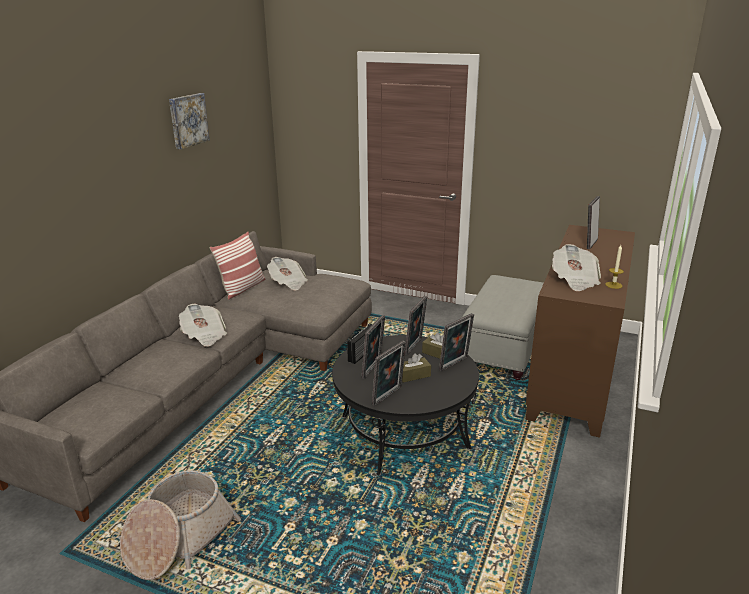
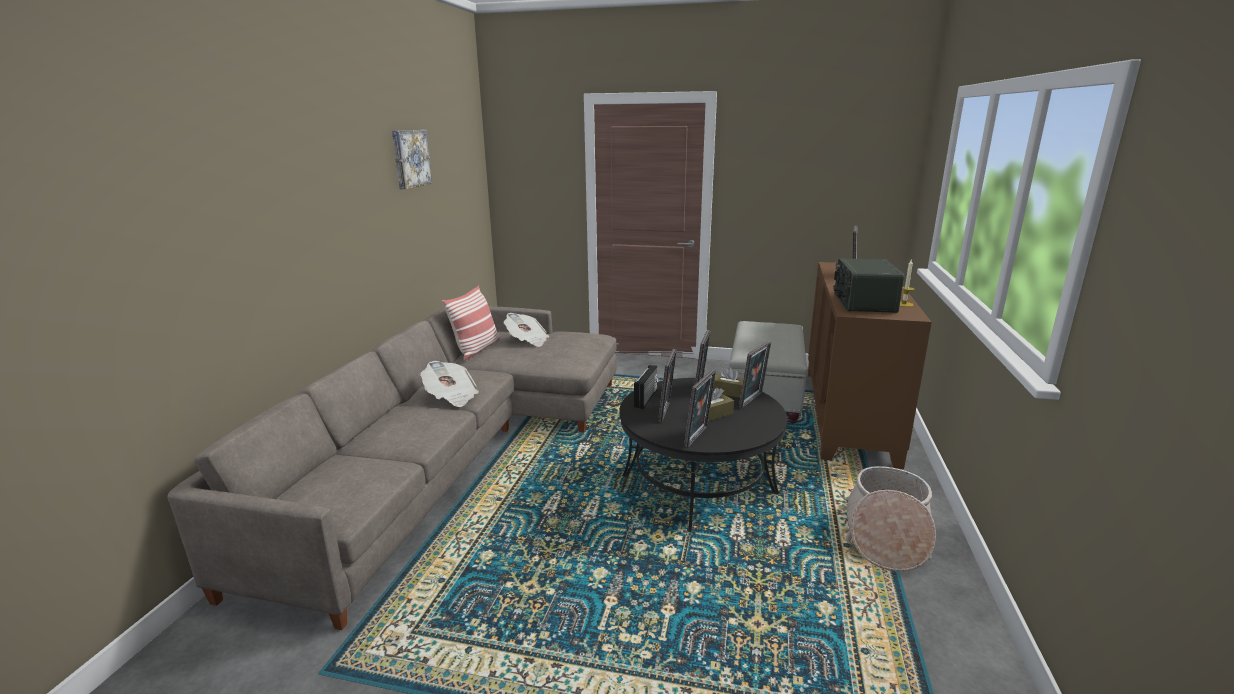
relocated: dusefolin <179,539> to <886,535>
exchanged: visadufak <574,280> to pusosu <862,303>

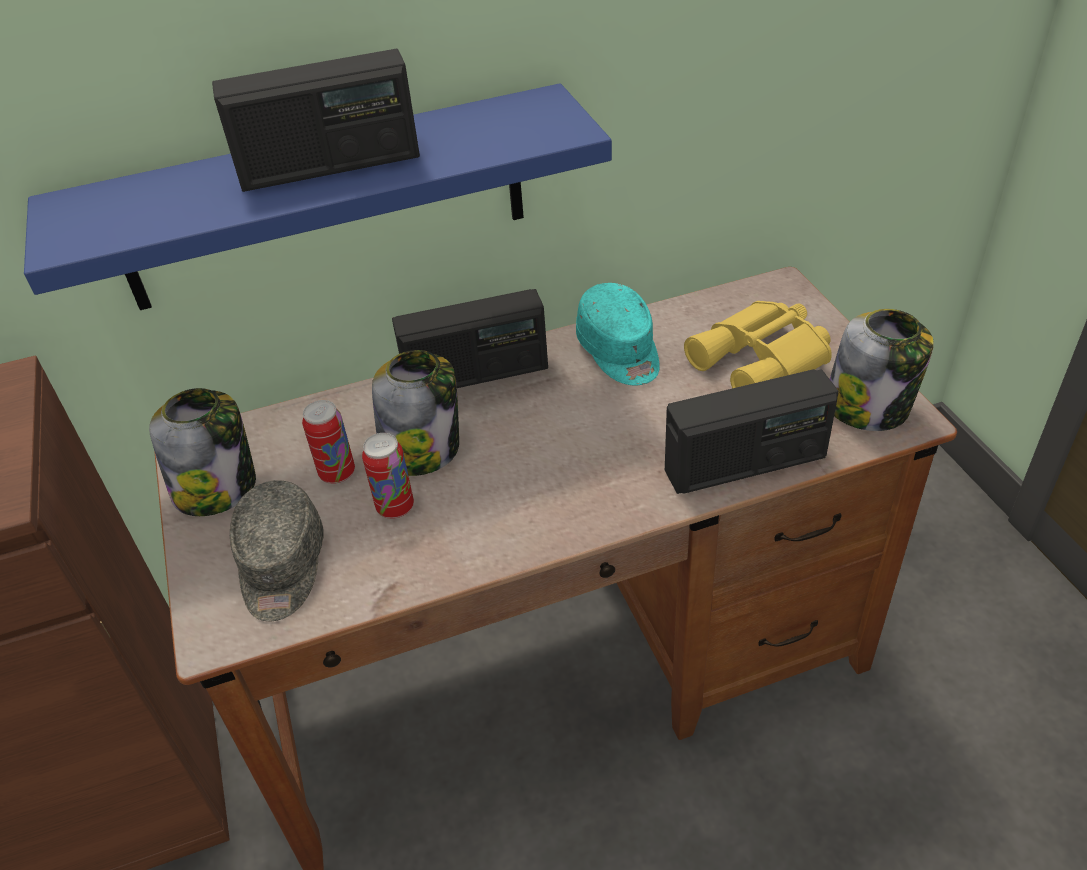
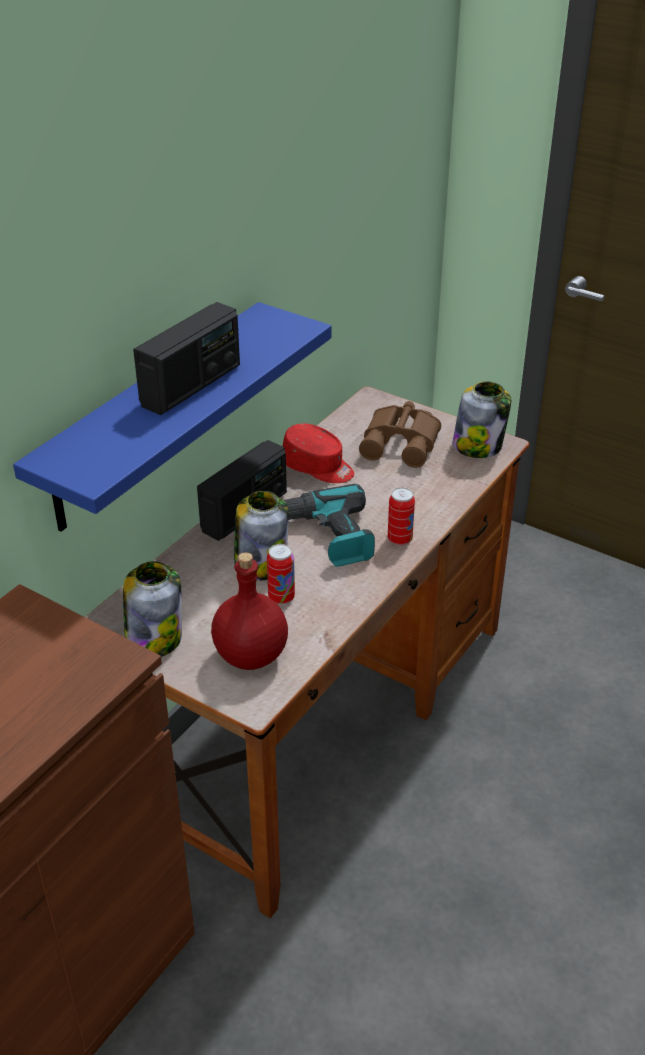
missing: pusosu <745,464>
appeared: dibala <328,536>
relocated: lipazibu <337,473> to <399,539>
exchanged: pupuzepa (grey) <282,566> to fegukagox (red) <250,655>
colour: pupuzepa (turquoise) <620,352> to pupuzepa (red) <318,467>; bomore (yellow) <763,361> to bomore (brown) <402,442>

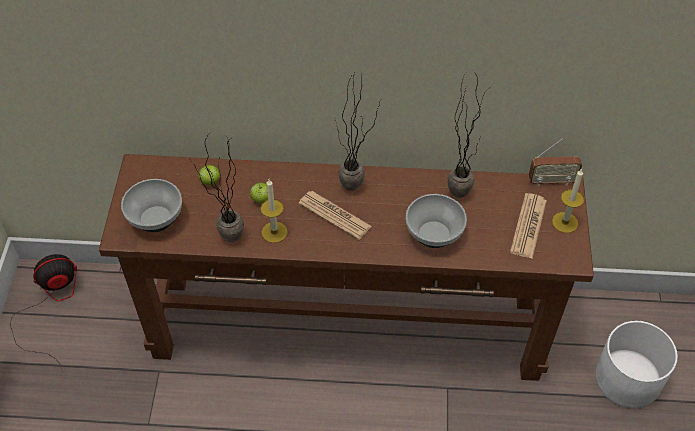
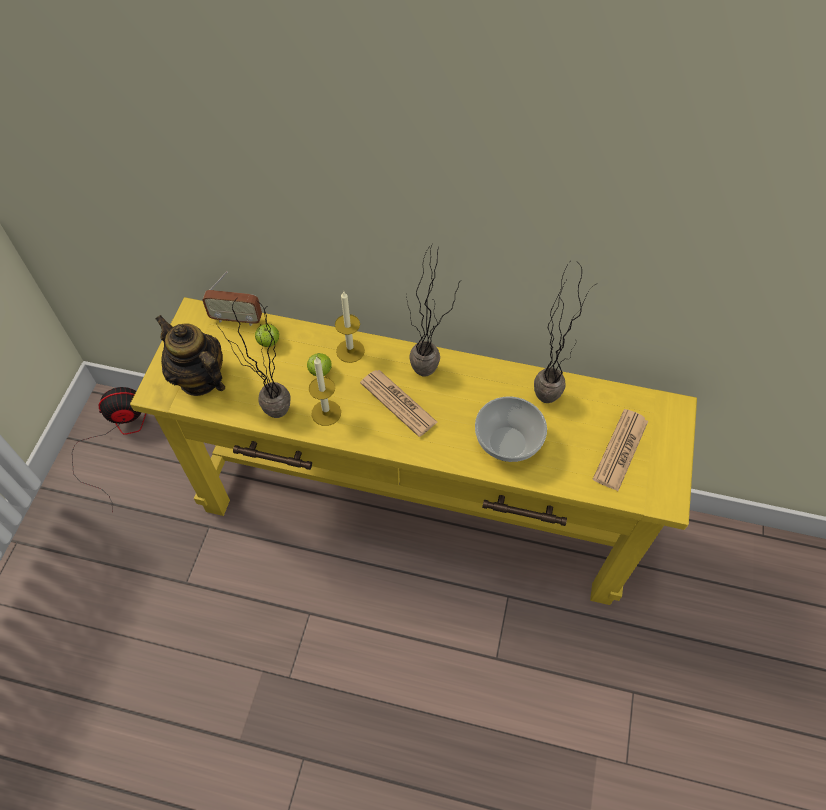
missing: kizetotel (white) <628,378>
relocated: pusosu <551,181> to <236,319>; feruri <565,222> to <350,351>
exchanged: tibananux <156,220> to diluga <199,378>
colour: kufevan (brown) <347,327> to kufevan (yellow) <414,509>

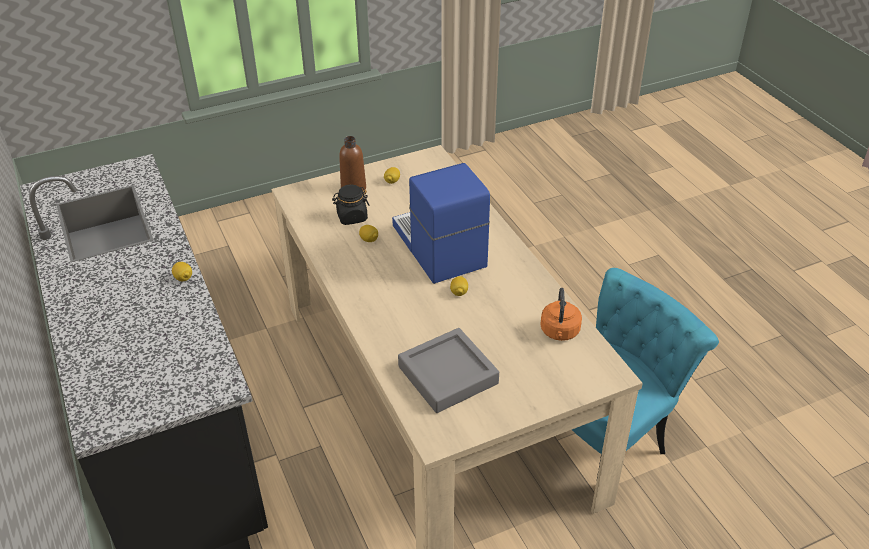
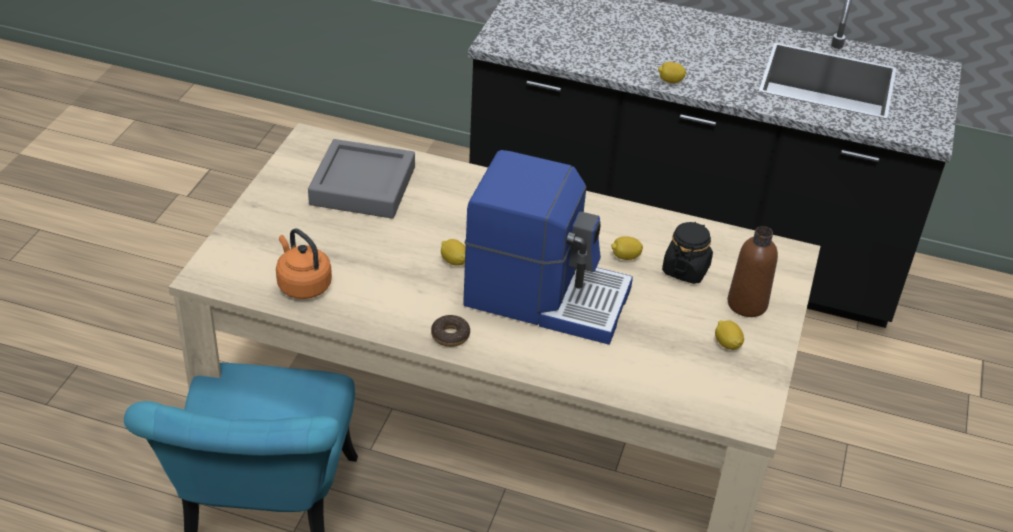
appeared: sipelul <450,335>

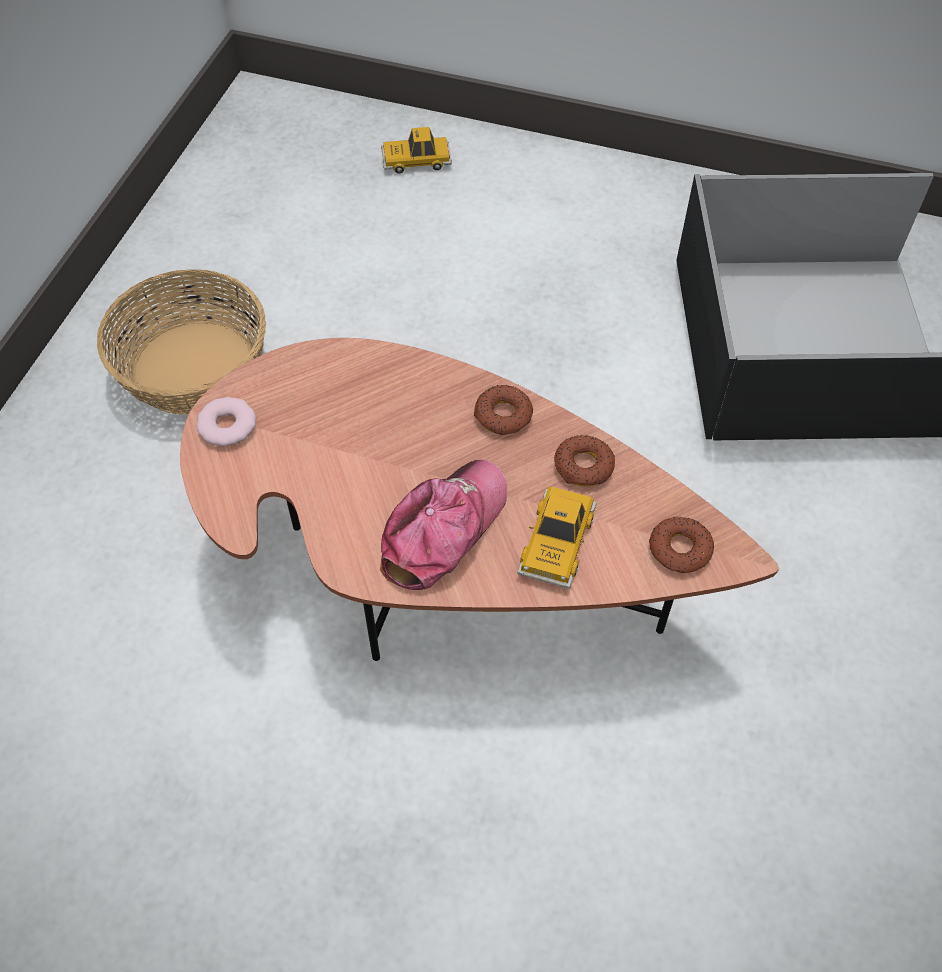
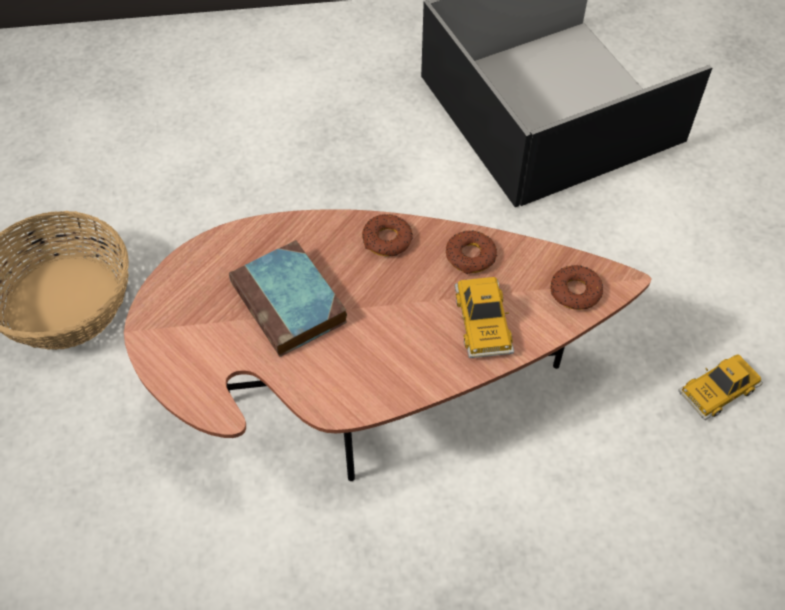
missing: sipelul <227,426>; pupuzepa <443,529>
appeared: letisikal <291,304>
relocated: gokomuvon <416,160> to <718,391>

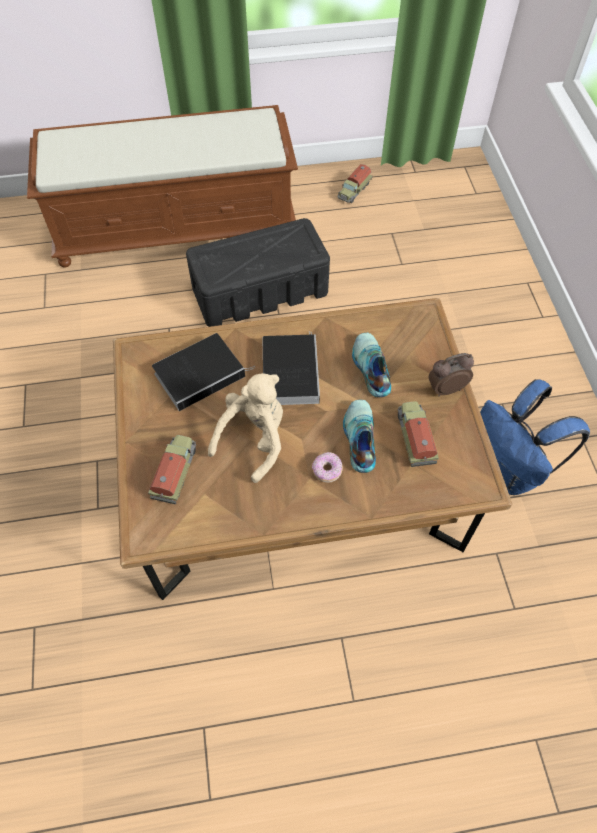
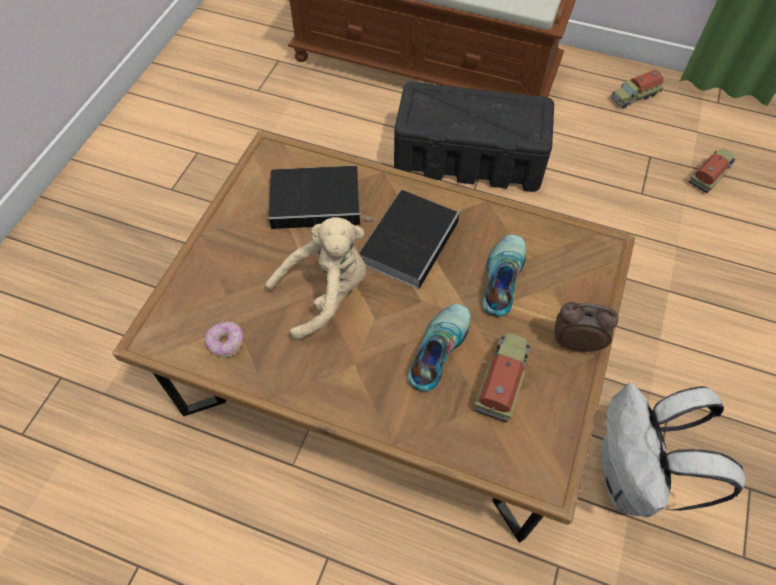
relocated: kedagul <175,472> to <710,175>; sipelul <327,470> to <226,343>
colour: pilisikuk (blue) <509,470> to pilisikuk (white) <632,479>

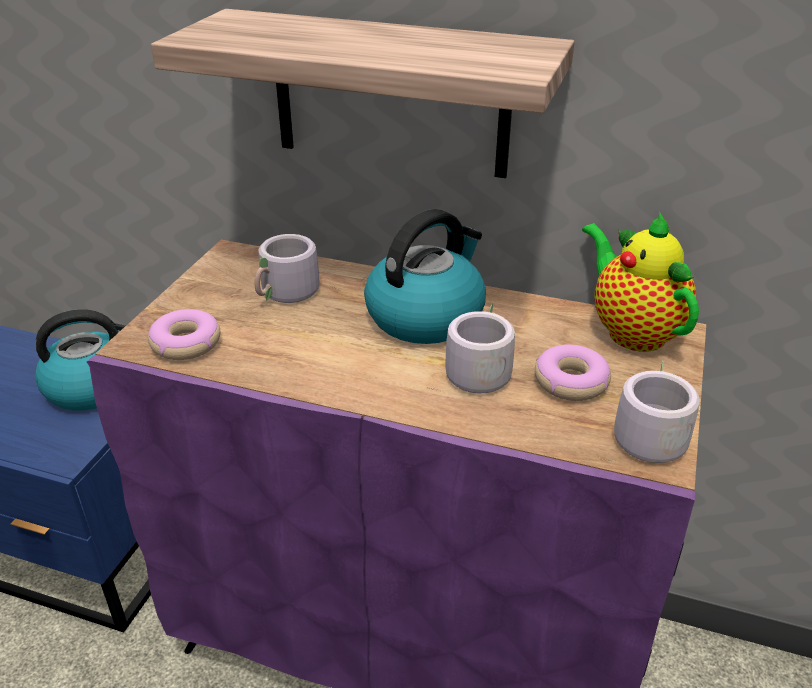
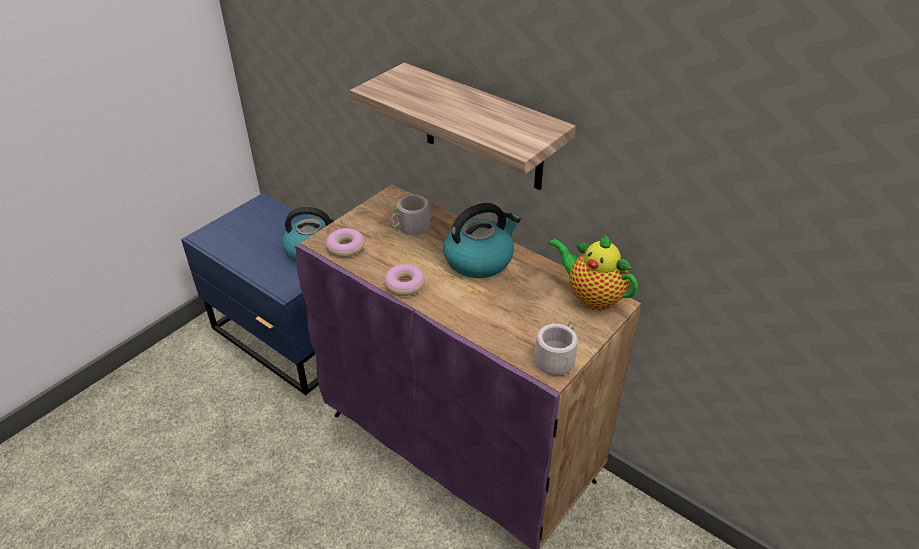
missing: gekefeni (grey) <476,370>
relocated: sipelul <571,381> to <405,285>
spun: diluga <631,331> = <591,296> 45 degrees counterclockwise

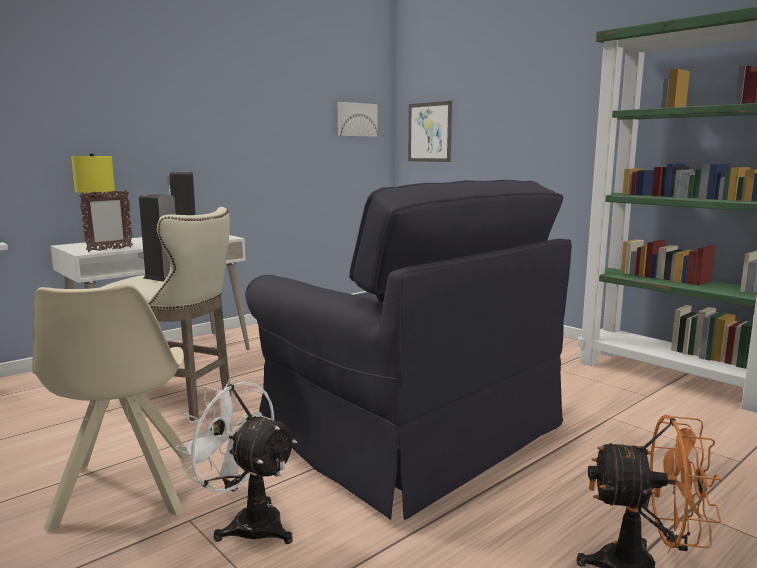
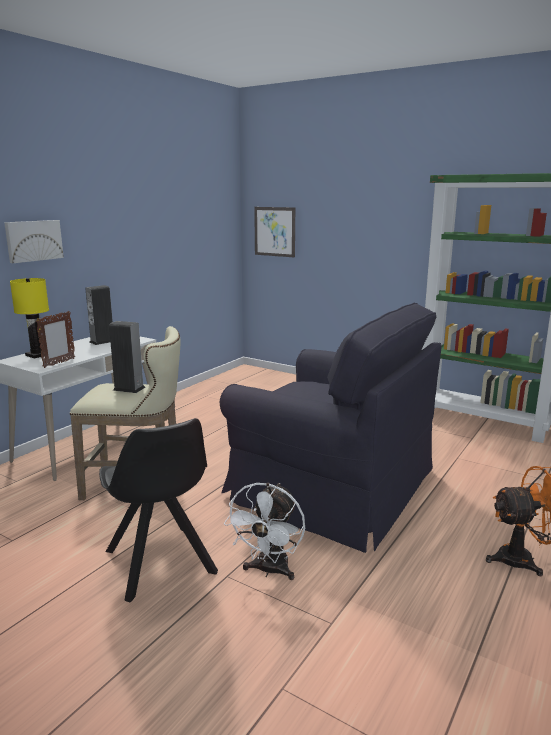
relocated: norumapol <356,119> to <33,240>
colour: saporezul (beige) <123,492> to saporezul (black) <161,564>
spun: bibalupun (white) <247,523> = <269,571> 90 degrees counterclockwise

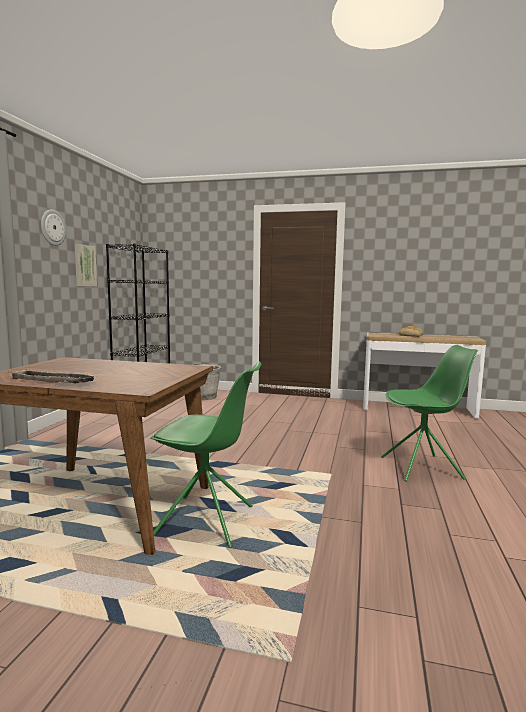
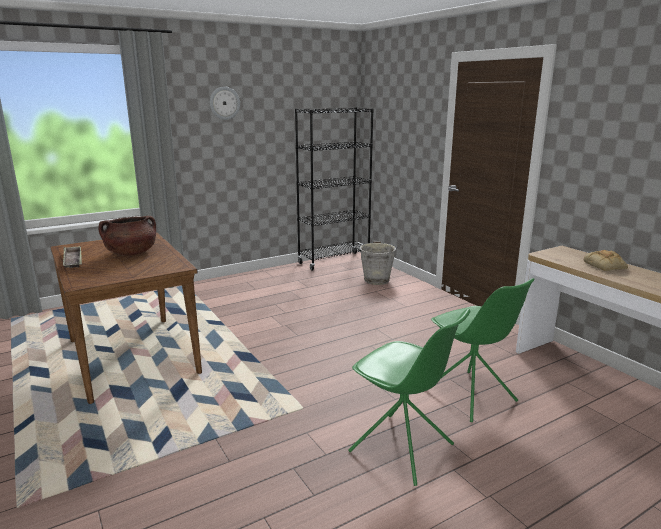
missing: norumapol <84,265>
appeared: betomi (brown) <131,253>
relocated: saporezul (green) <207,521> to <471,396>

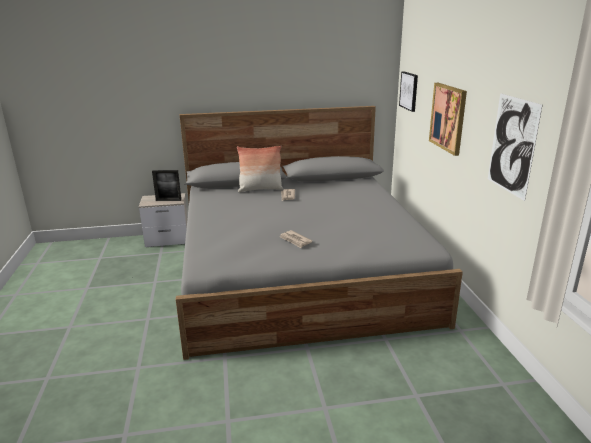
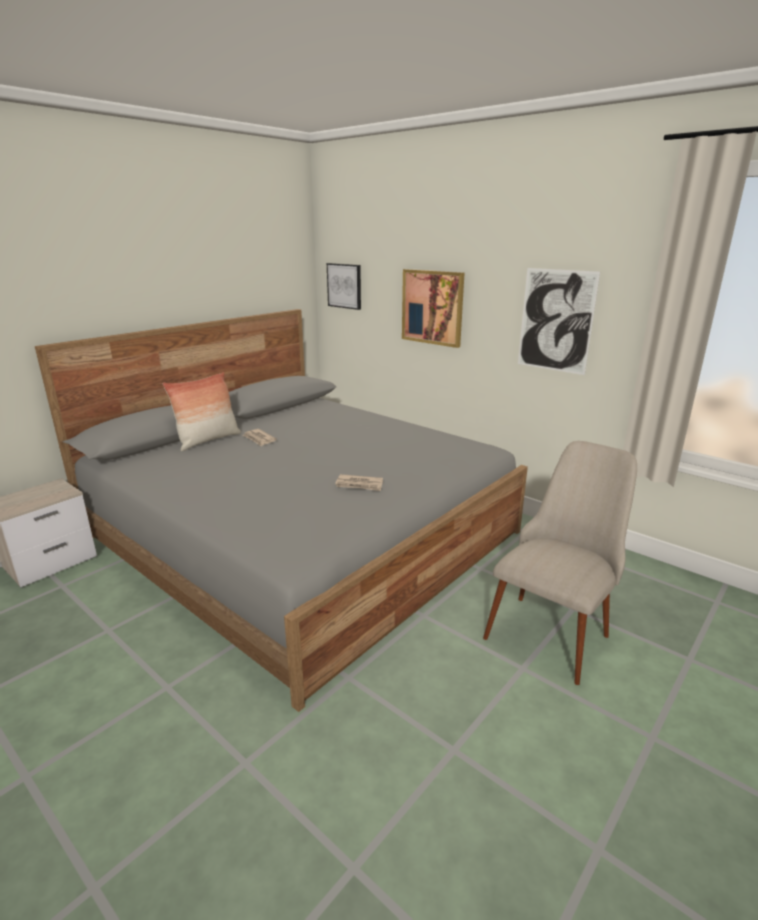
missing: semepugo <168,200>
appeared: saporezul (beige) <554,626>

